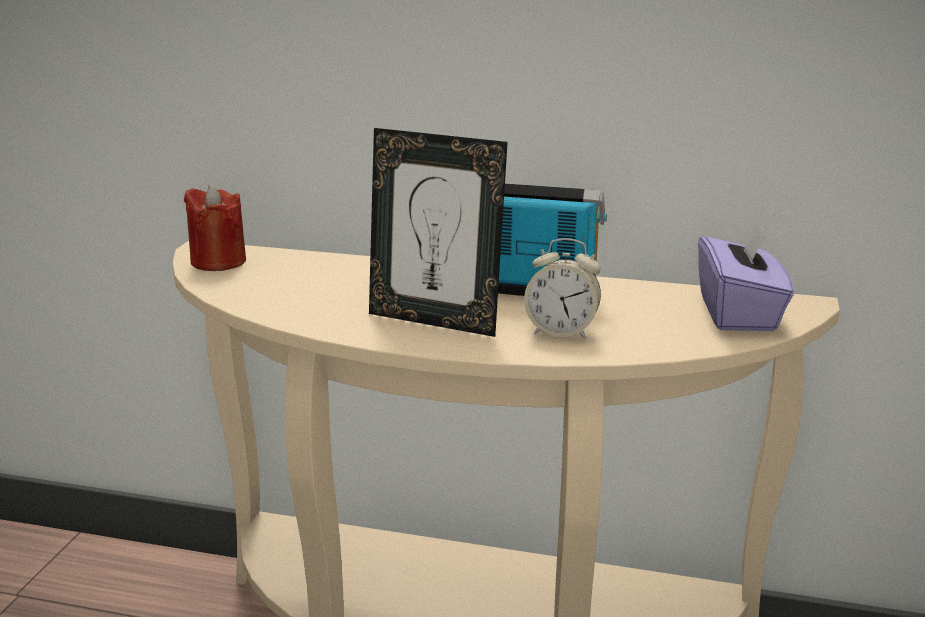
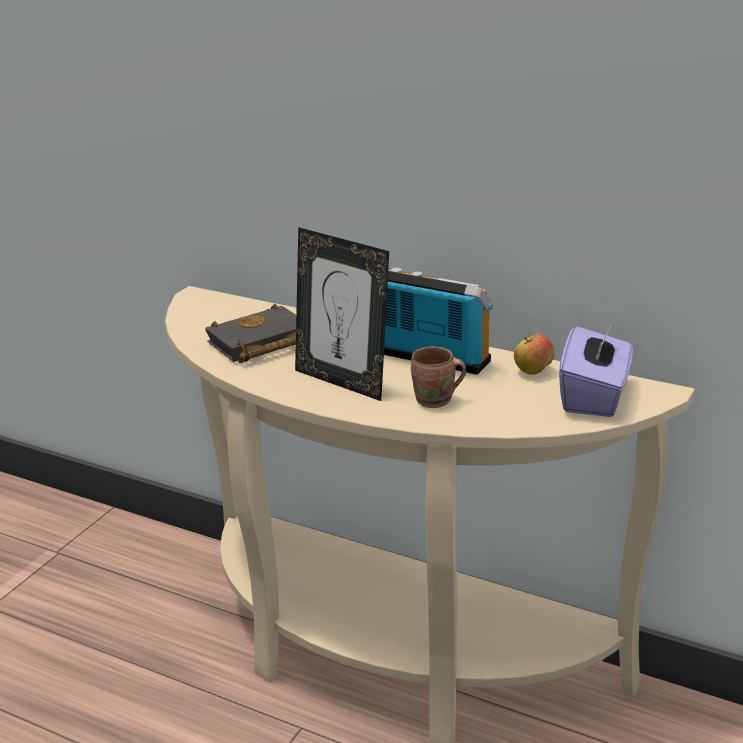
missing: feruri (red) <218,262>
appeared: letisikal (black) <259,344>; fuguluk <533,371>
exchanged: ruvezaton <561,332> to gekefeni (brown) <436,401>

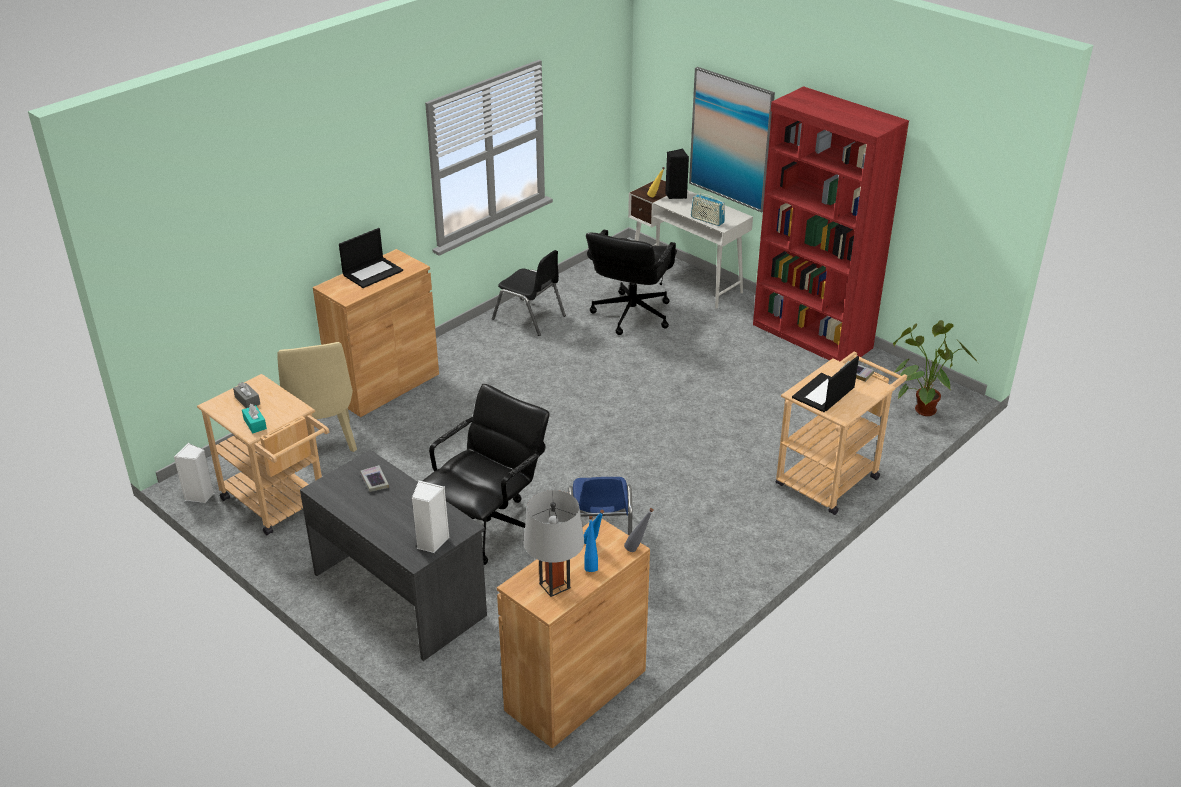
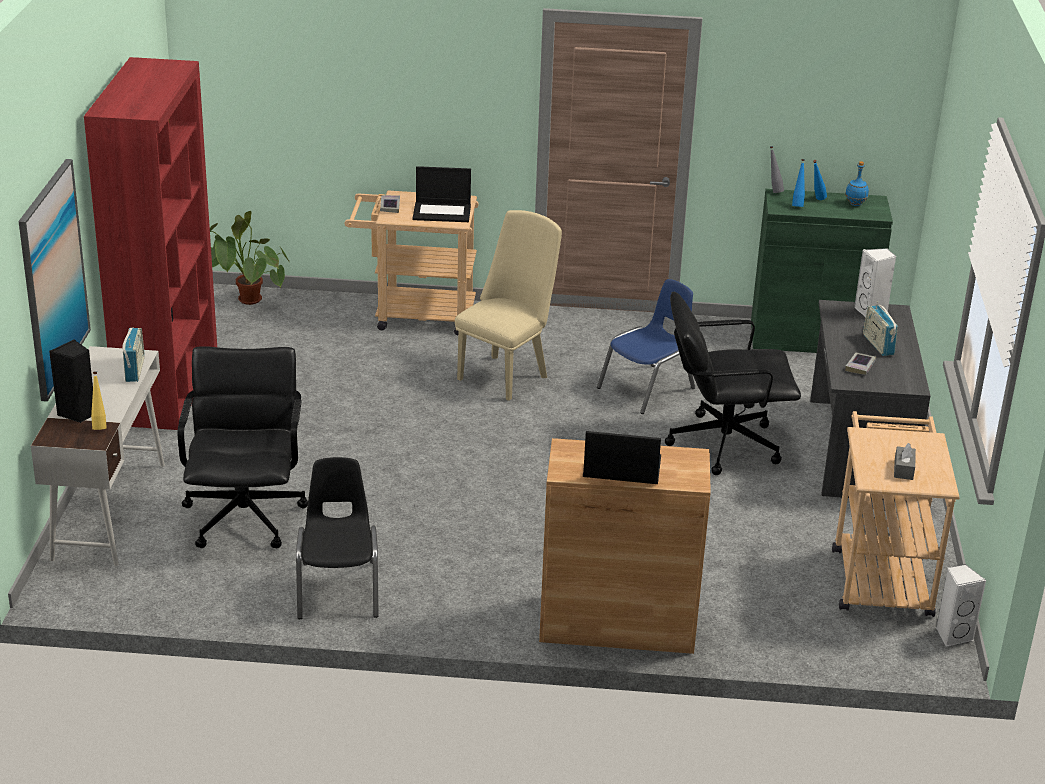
missing: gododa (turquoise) <255,424>
appeared: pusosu <878,345>
relocated: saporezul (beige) <324,443> to <506,374>
exchanged: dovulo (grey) <554,585> to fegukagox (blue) <855,204>
colour: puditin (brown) <575,690> to puditin (green) <810,338>
spun: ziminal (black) <631,314> = <245,517> 75 degrees counterclockwise

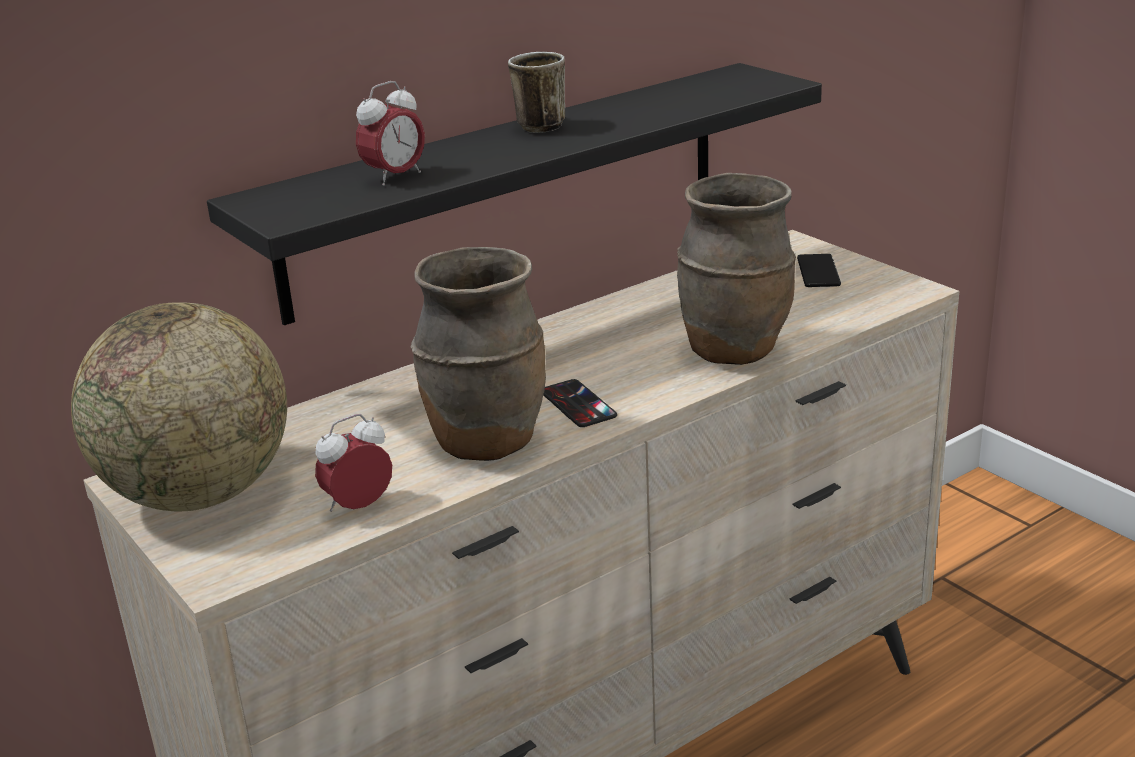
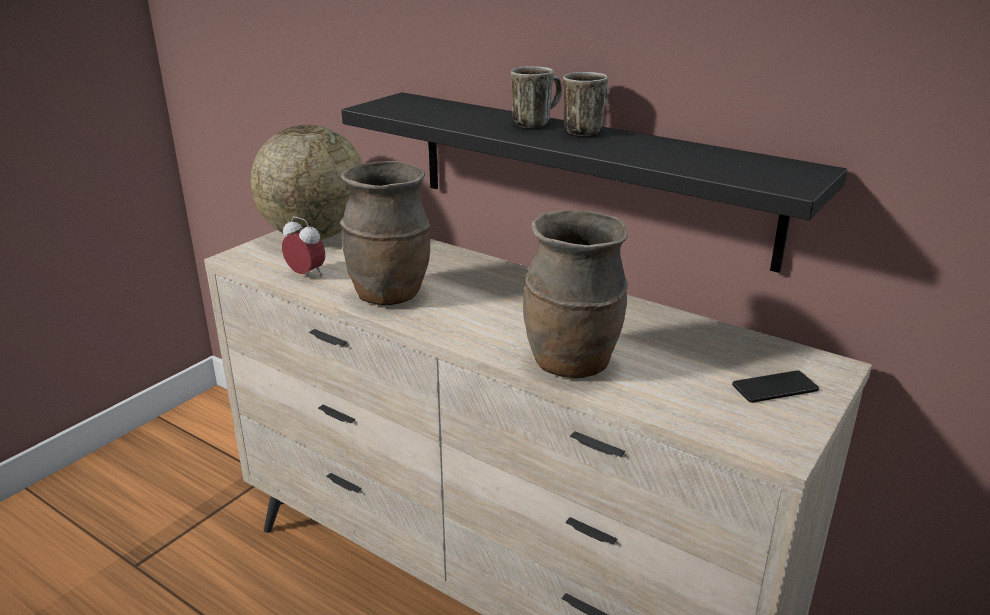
missing: ruvezaton <395,177>; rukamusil <577,404>
appeared: gekefeni <535,123>

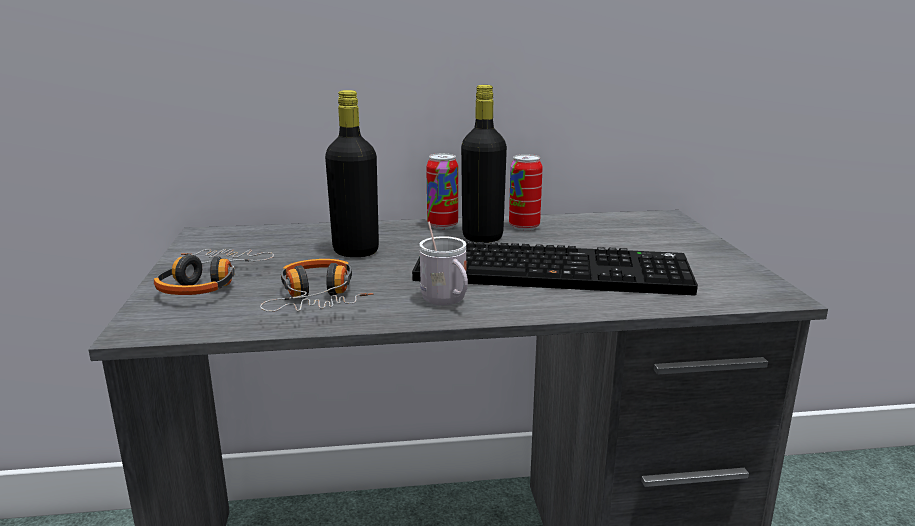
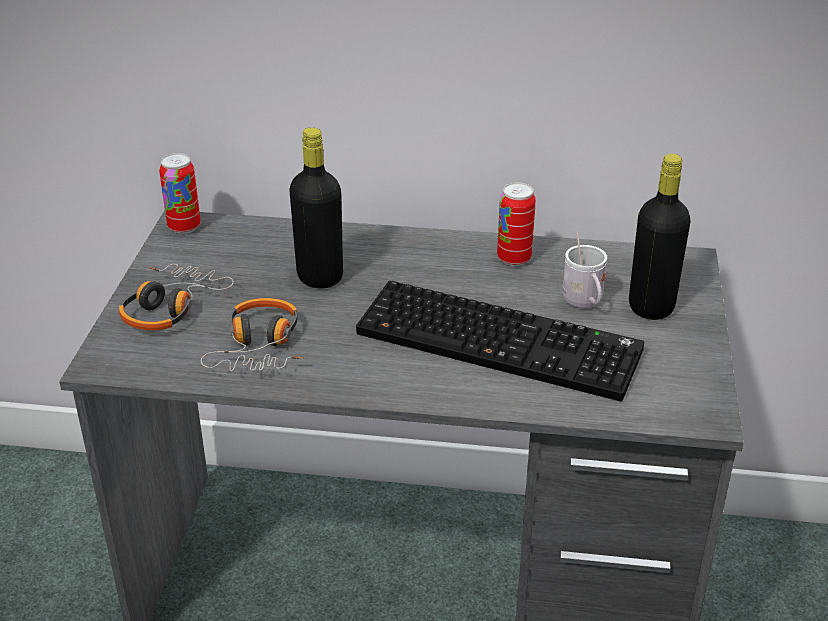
relocated: gekefeni (white) <447,302> to <584,304>; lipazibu <442,225> to <184,227>; fegukagox (black) <482,237> to <651,307>

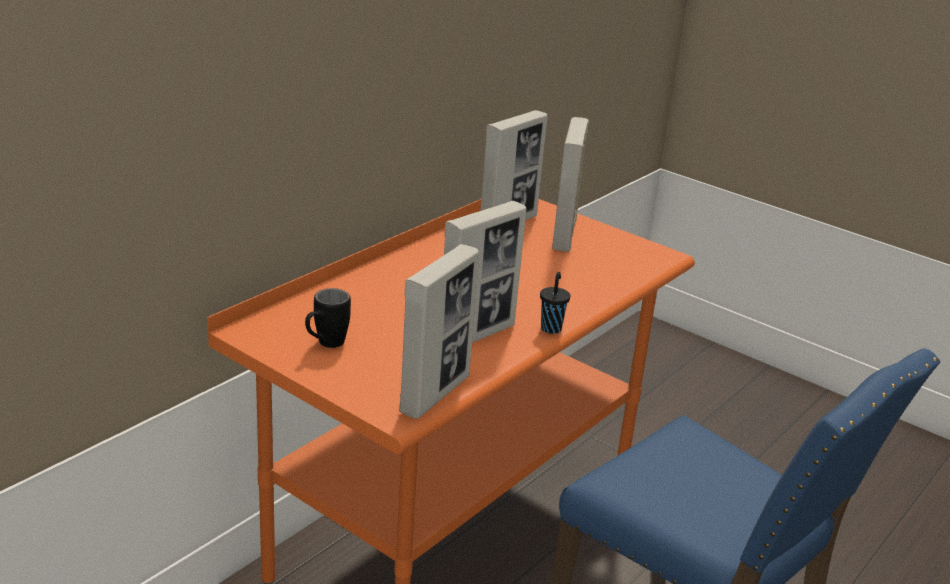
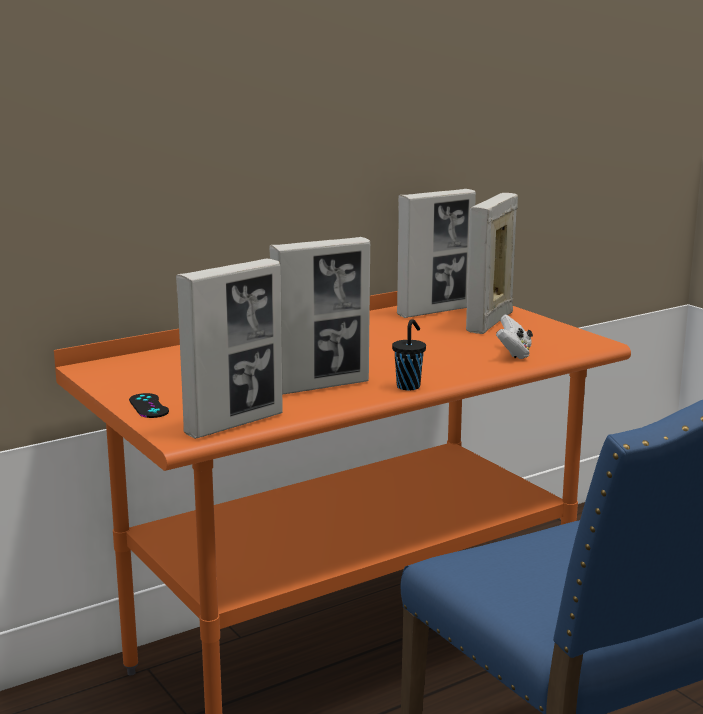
missing: gekefeni (black) <325,345>
appeared: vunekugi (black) <148,406>; vunekugi (white) <513,353>

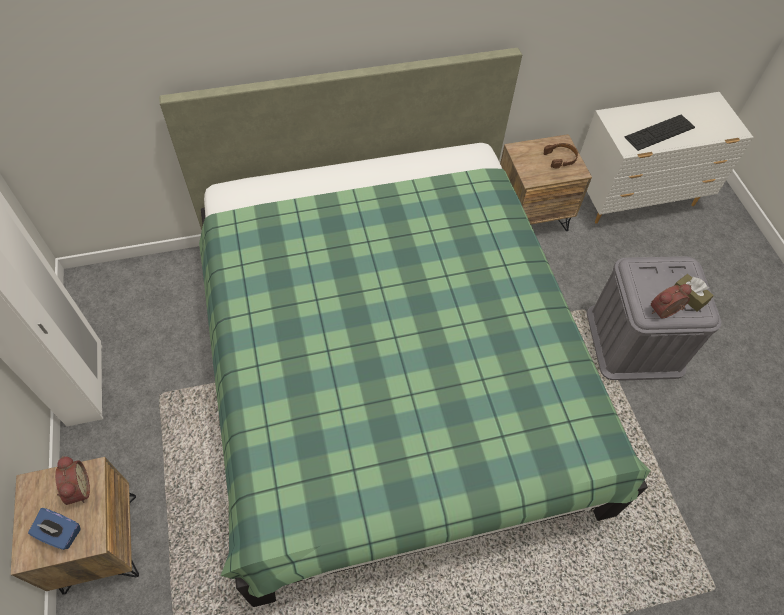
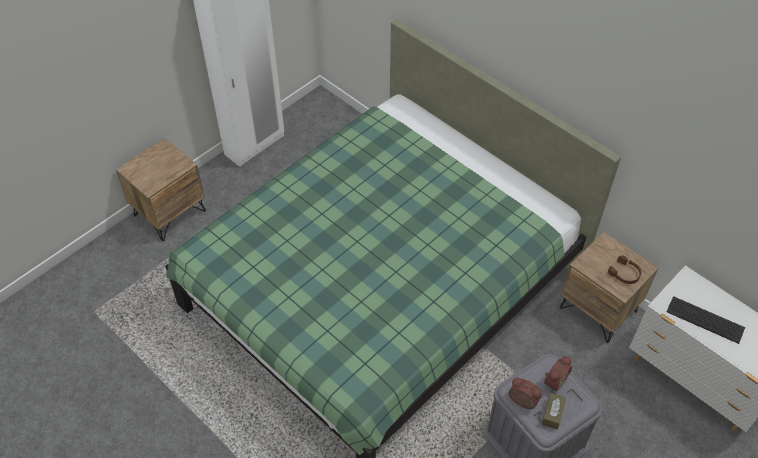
missing: gododa (blue) <60,533>
relocated: ruvezaton <77,489> to <554,380>

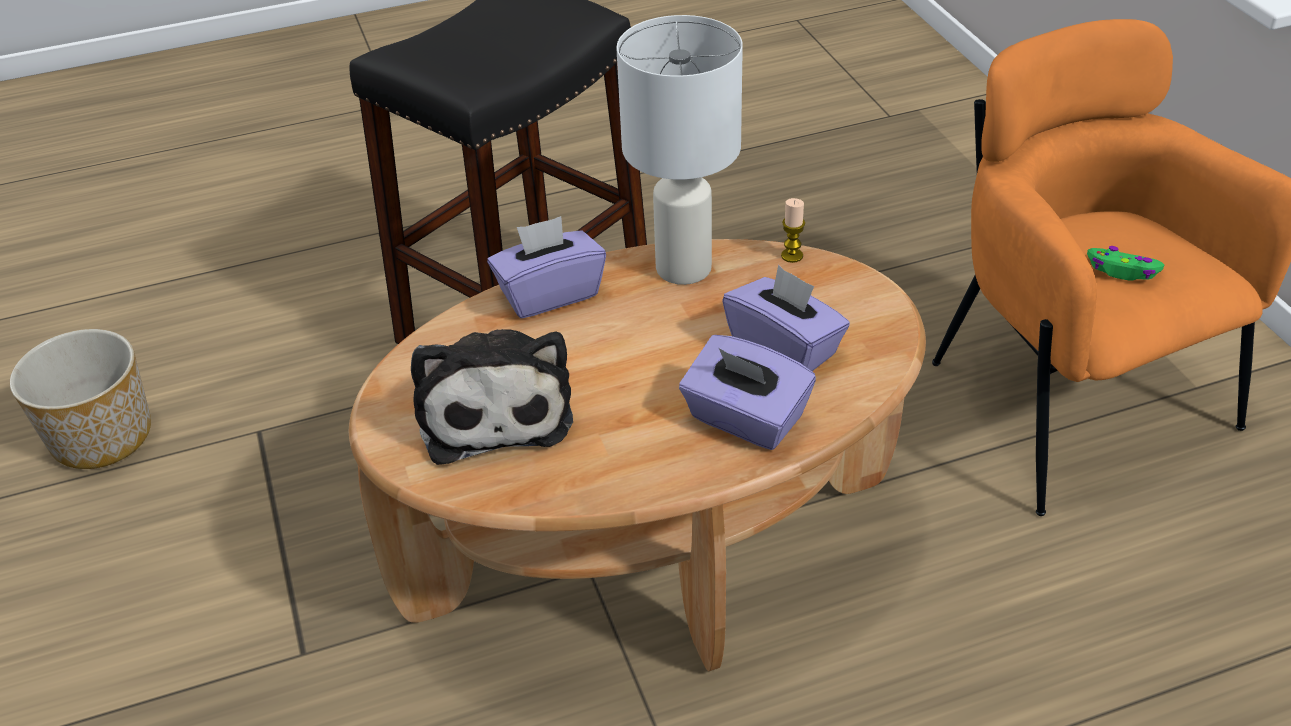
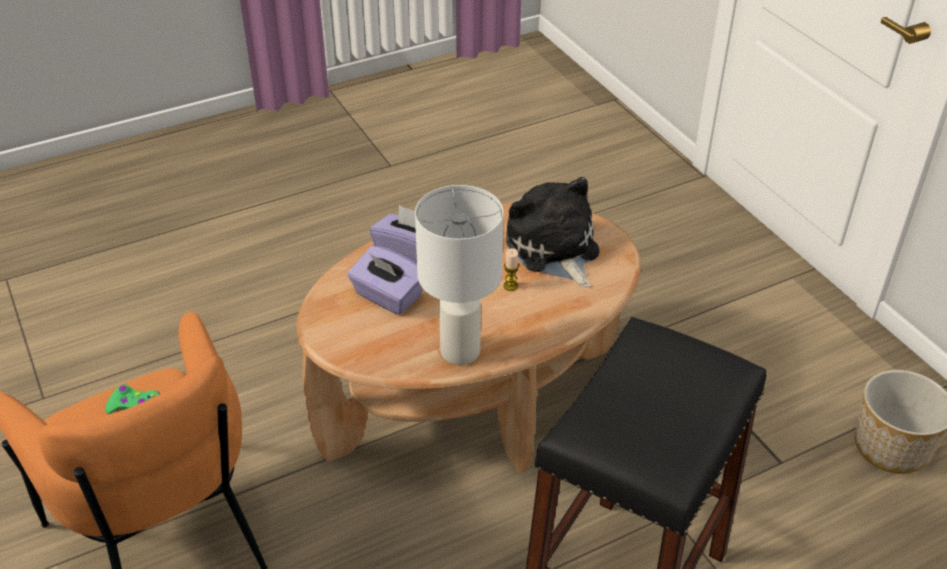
missing: gododa (purple) <549,293>
relocated: feruri <792,256> to <510,286>

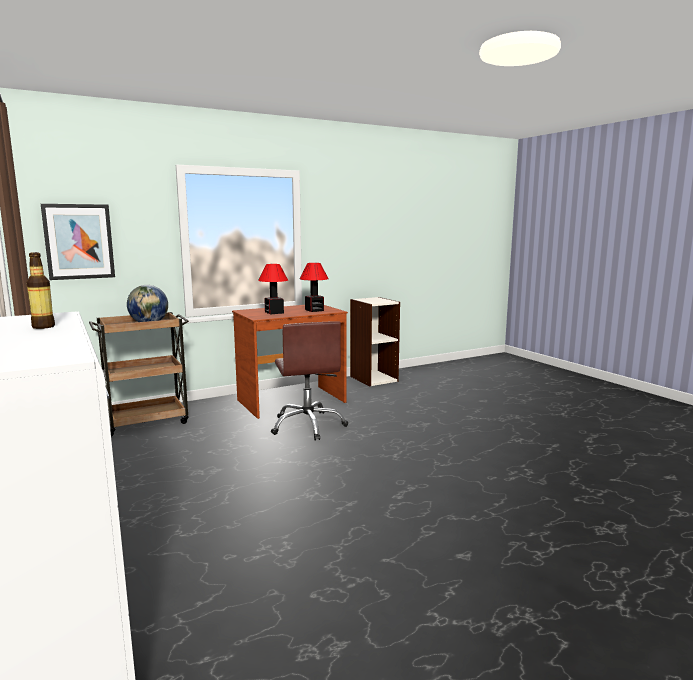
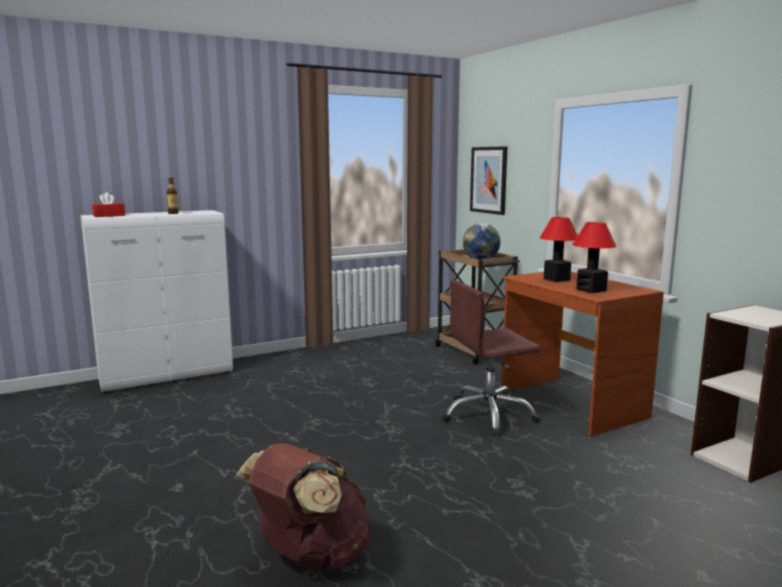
appeared: gododa (red) <109,215>; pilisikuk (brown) <310,557>

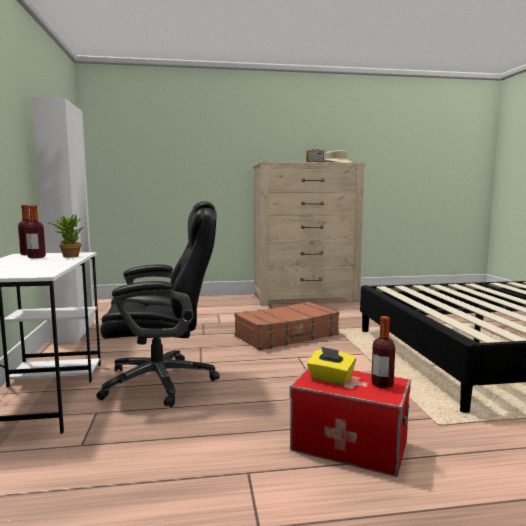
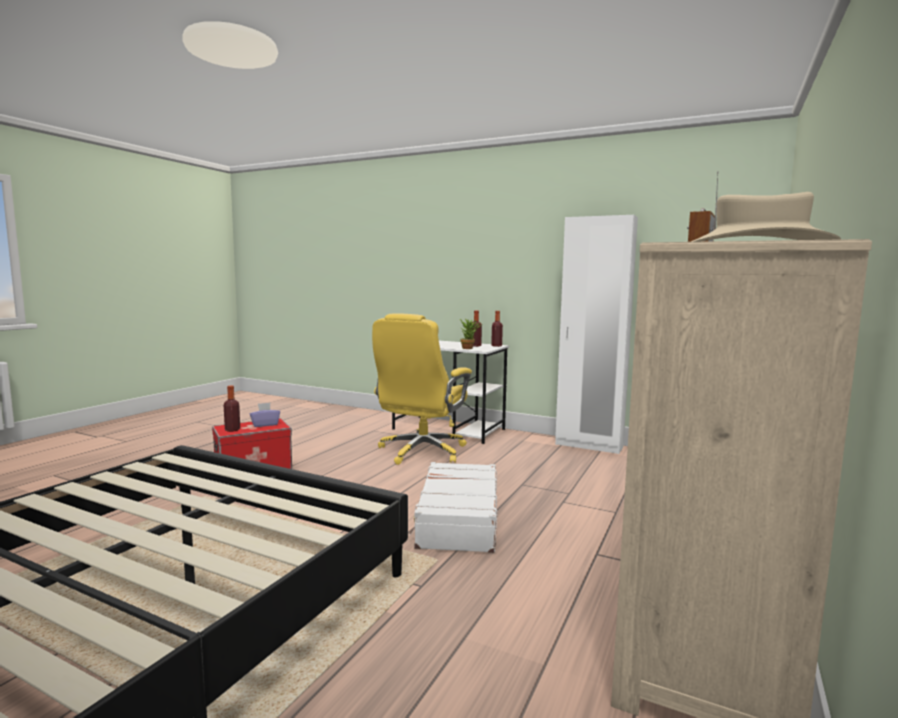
colour: ziminal (black) <162,381> to ziminal (yellow) <421,452>; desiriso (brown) <287,336> to desiriso (white) <457,519>; gododa (yellow) <330,379> to gododa (purple) <265,424>

